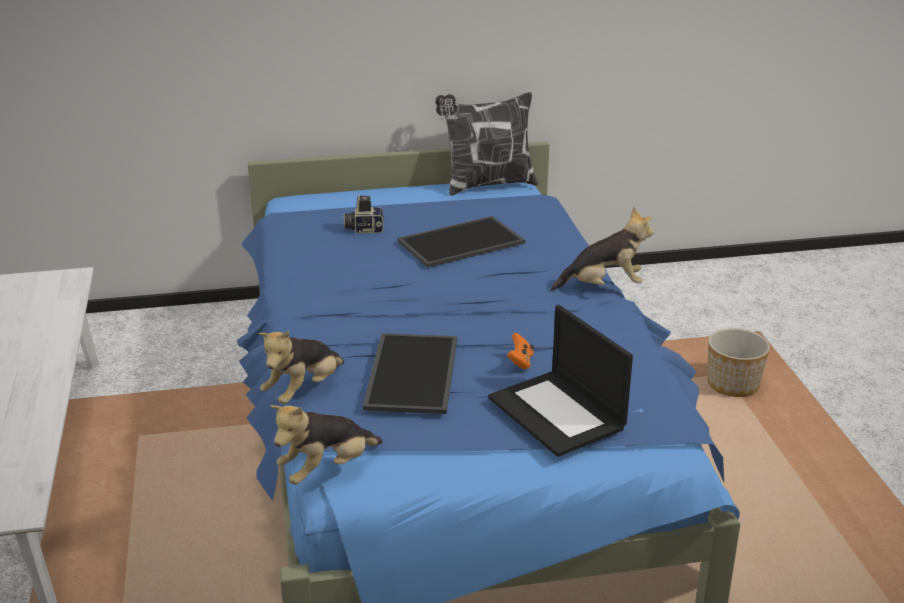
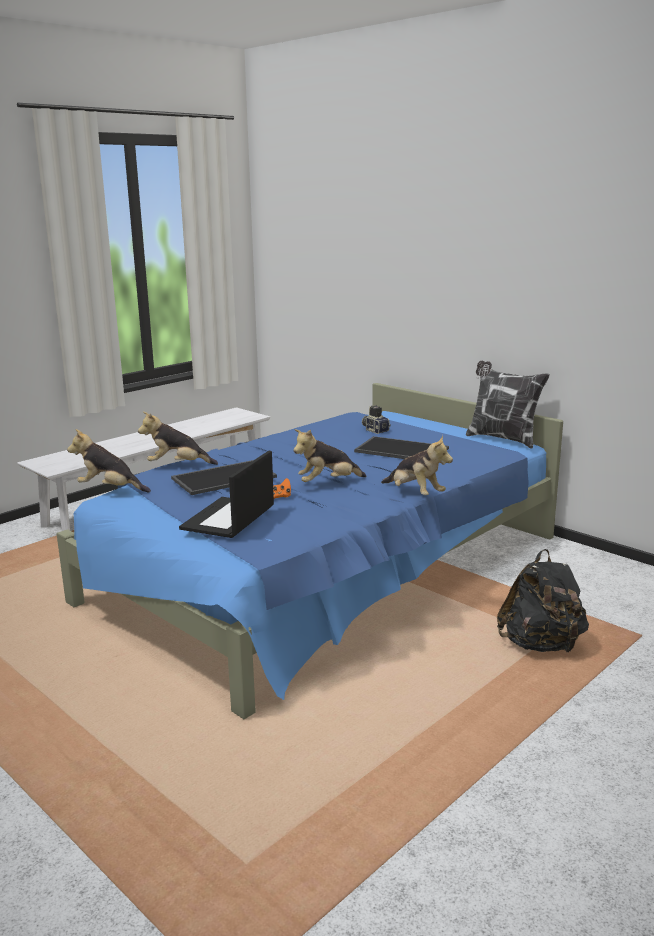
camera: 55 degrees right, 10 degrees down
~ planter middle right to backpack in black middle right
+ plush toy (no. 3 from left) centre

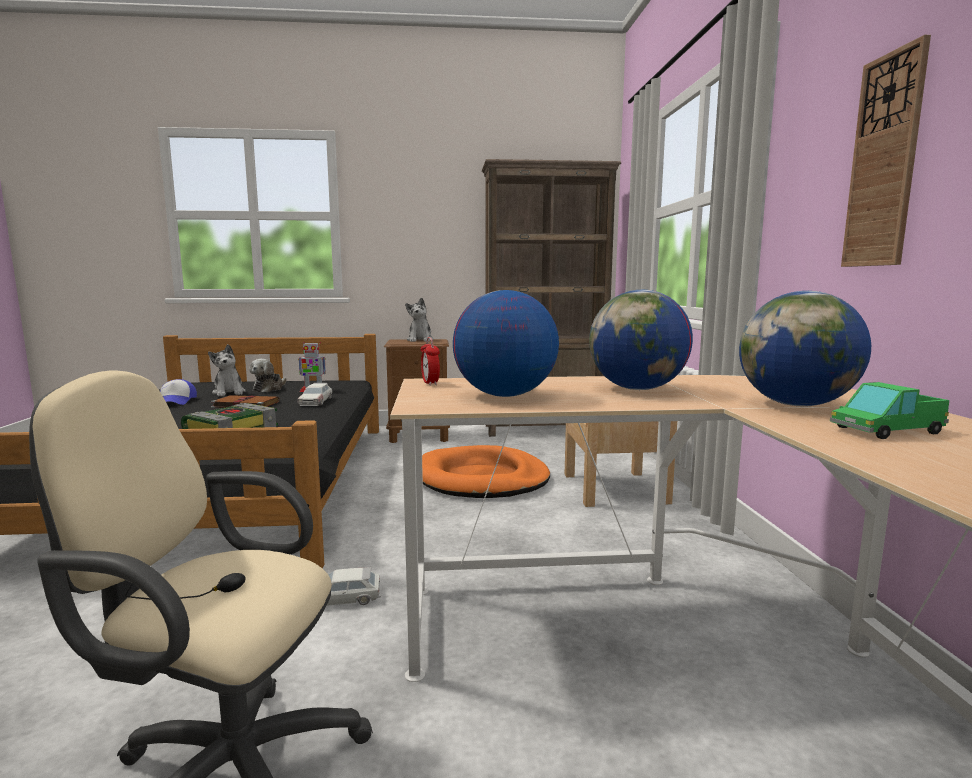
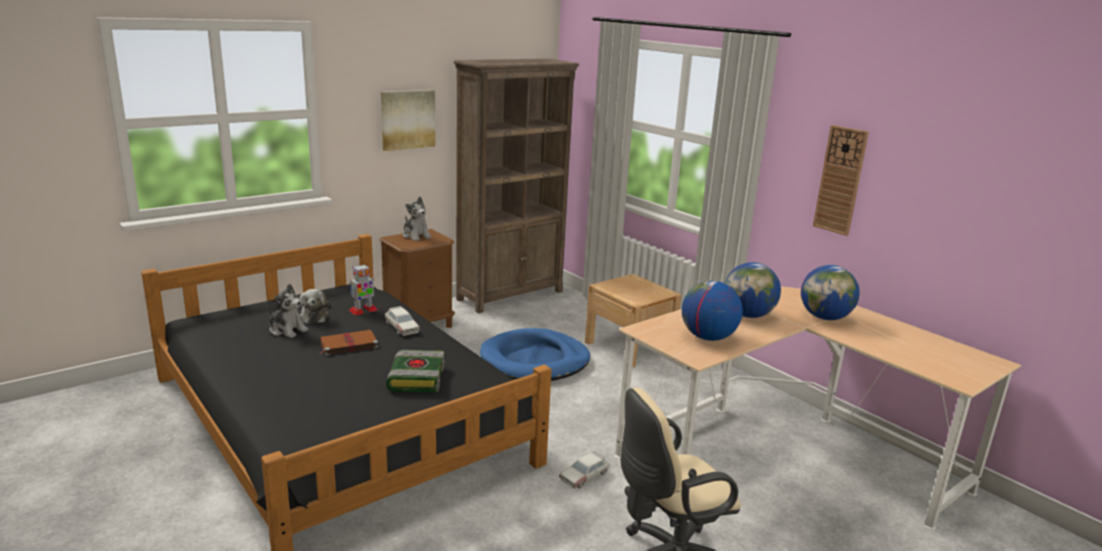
camera: 35 degrees left, 10 degrees up
- alarm clock centre
- cap middle left
- toy truck middle right
~ dog bed in orange centre to dog bed in blue centre
+ picture top centre

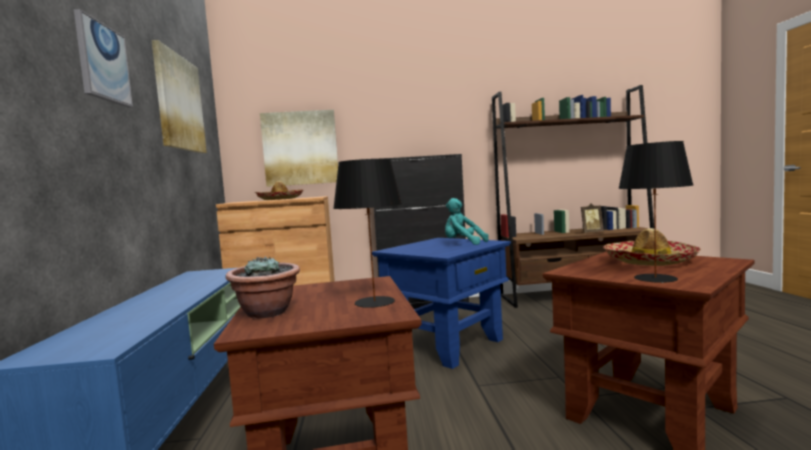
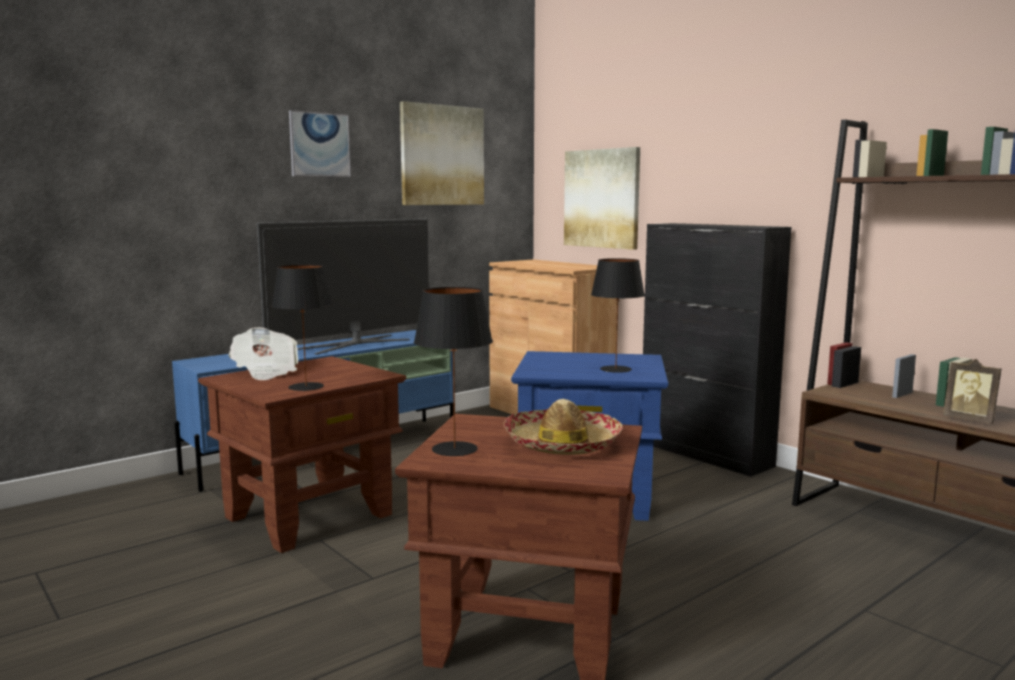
camera: 55 degrees right, 5 degrees up
- hat (no. 1 from left) centre
~ plush toy in turquoise centre to table lamp in black (no. 3 from left) centre
~ potted plant middle left to newspaper middle left
+ television centre

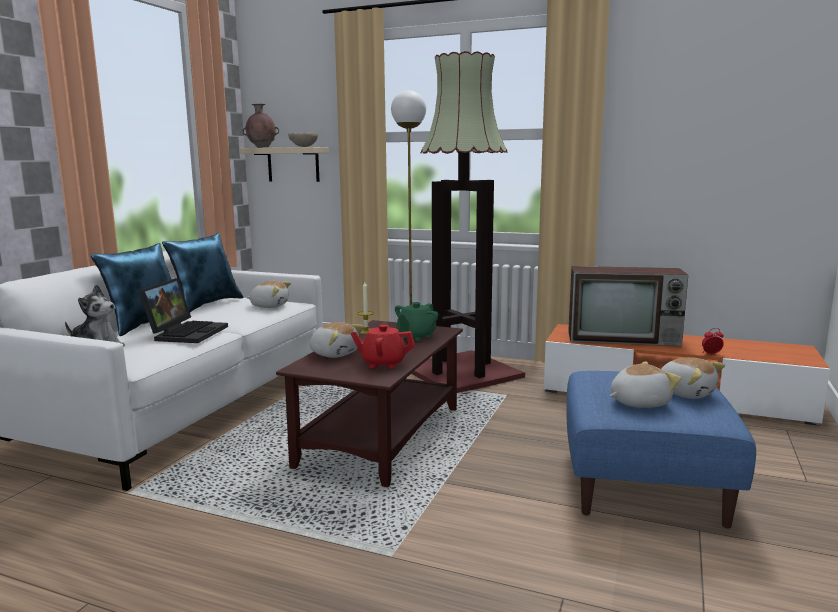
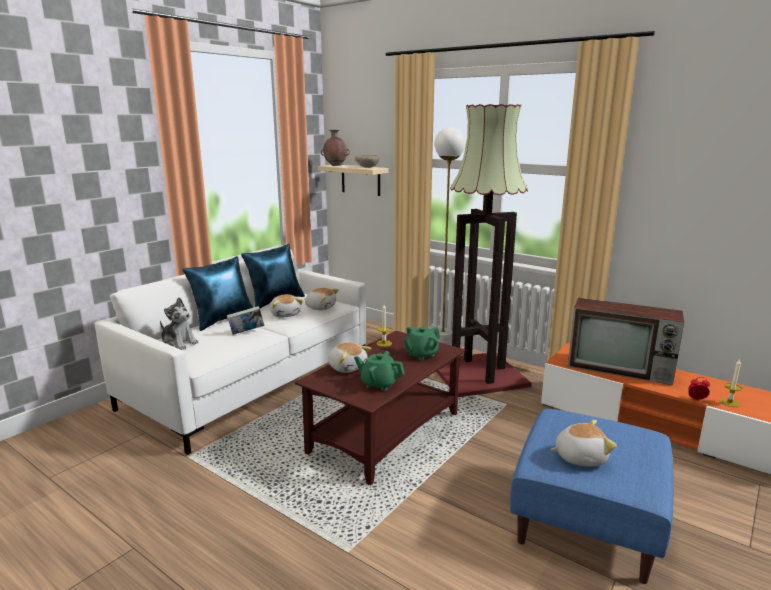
camera: 15 degrees right, 5 degrees up
~ laptop middle left to book middle left
~ teapot in red centre to teapot in green (no. 1 from left) centre
~ plush toy (no. 5 from left in the first image) middle right to plush toy (no. 2 from left) centre
+ candle (no. 2 from left) middle right

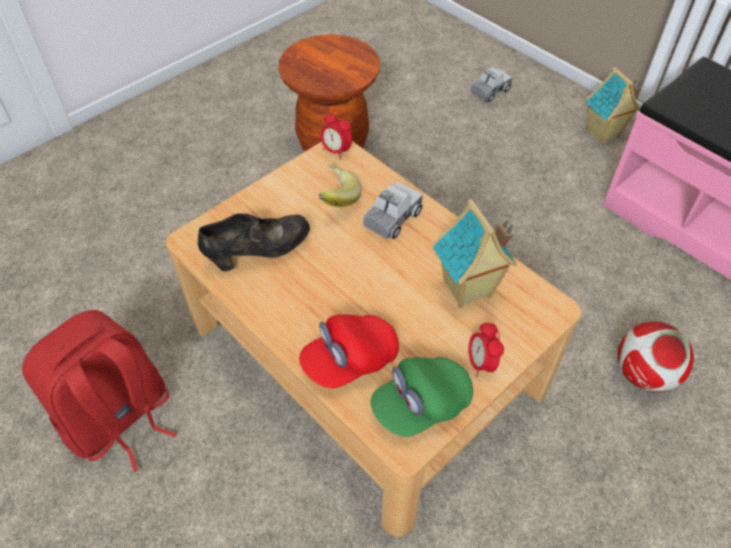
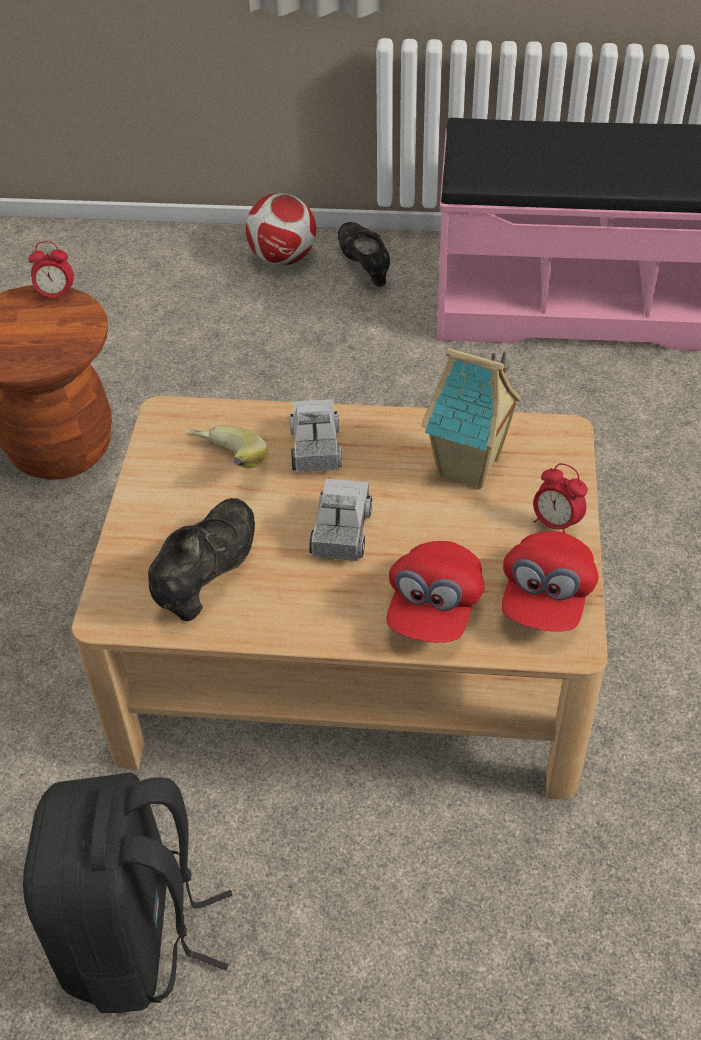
camera: 40 degrees left, 5 degrees down
~ toy truck (no. 2 from left) top right to centre
~ toy house (no. 2 from left) top right to shoe in black (no. 2 from left) top centre
~ alarm clock (no. 1 from left) top centre to top left
~ backpack in red bottom left to backpack in black bottom left
~ football middle right to top centre
~ cap in green bottom centre to cap in red (no. 2 from left) middle right

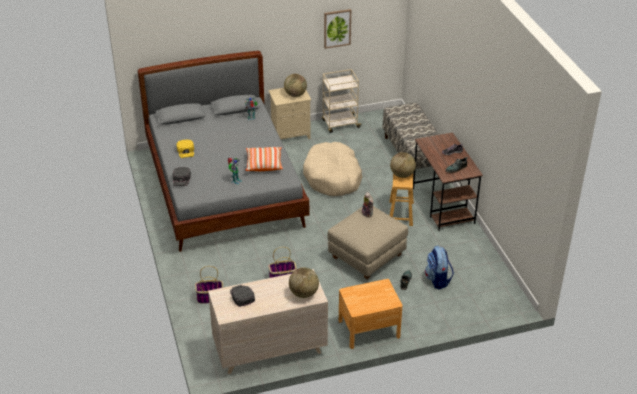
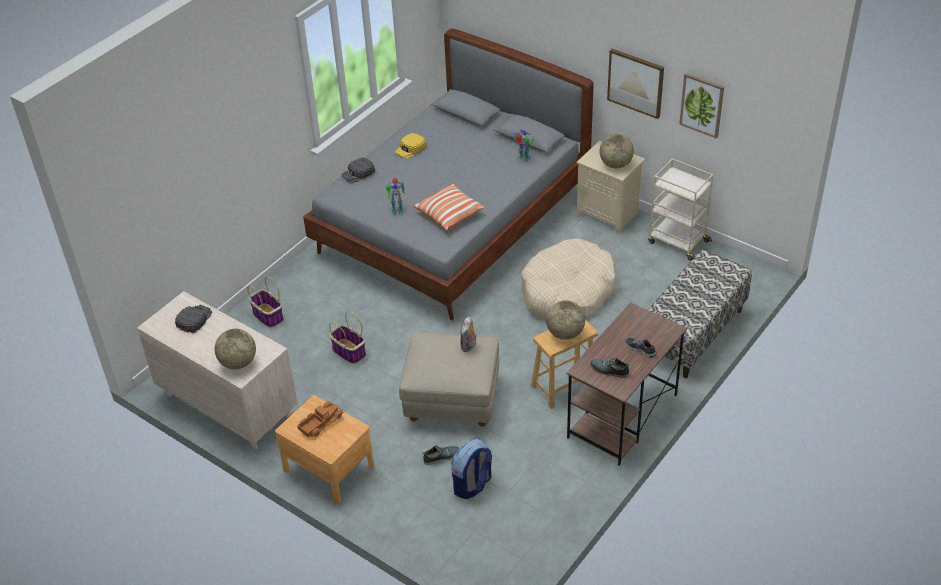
camera: 55 degrees right, 5 degrees up
+ picture (no. 1 from left) top right
+ toy truck bottom centre

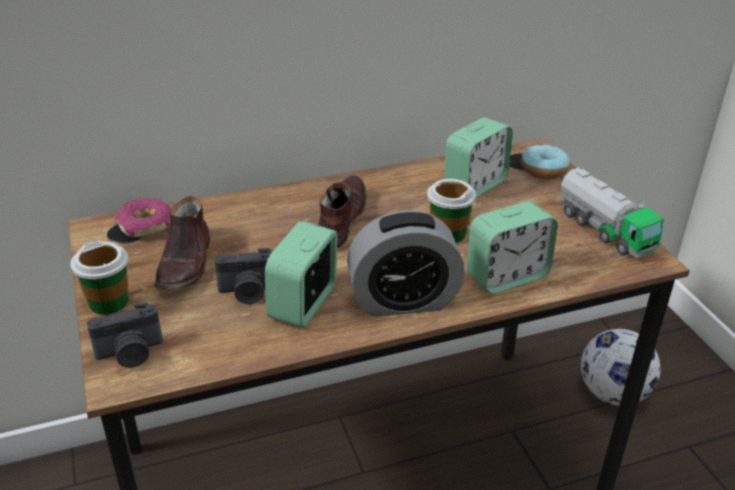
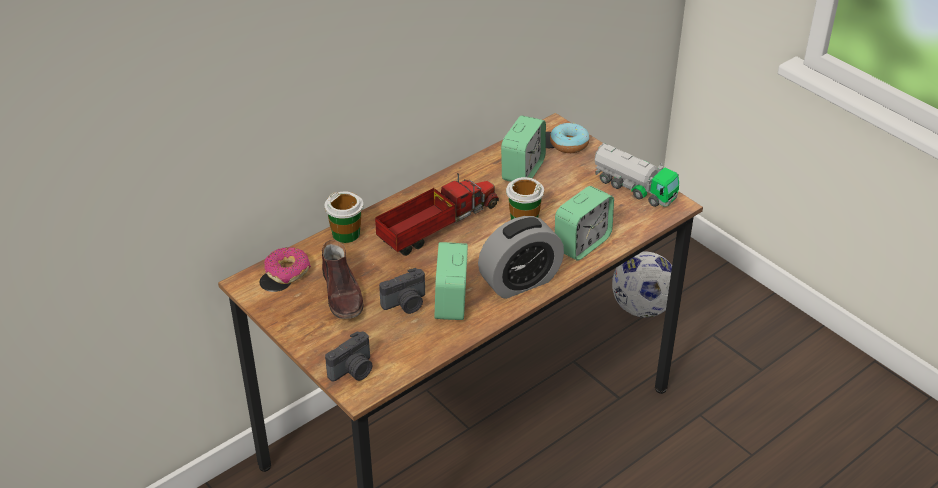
camera: 20 degrees left, 5 degrees up
~ shoe in brown (no. 2 from left) centre to toy truck (no. 1 from left) centre
~ cup (no. 1 from left) middle left to centre

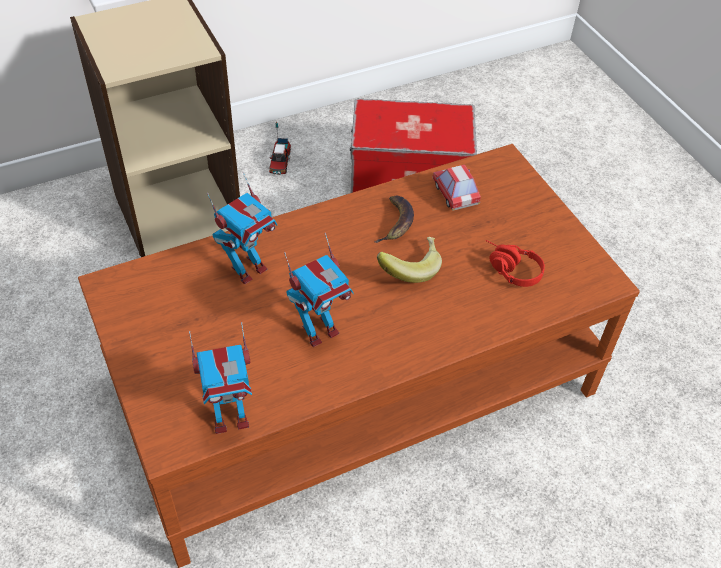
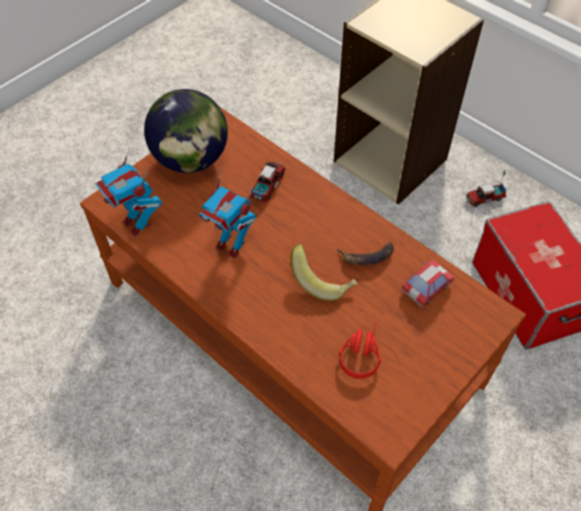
camera: 70 degrees right, 5 degrees up
~ toy robot (no. 2 from left) centre to toy truck (no. 1 from left) centre
+ globe top left

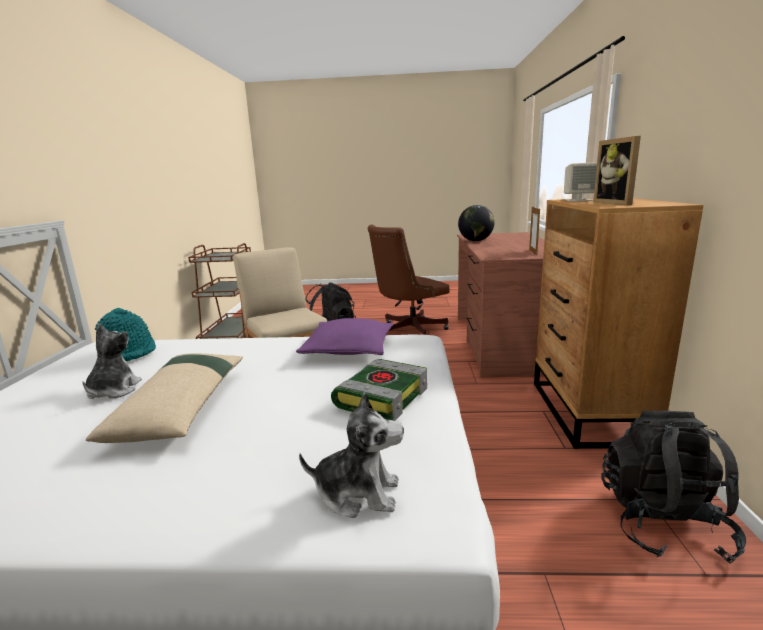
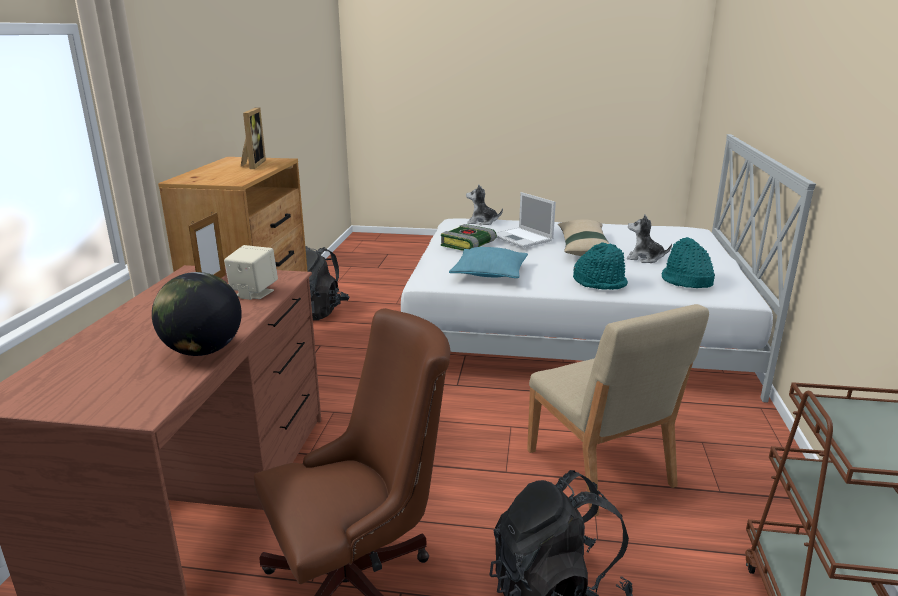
camera: 175 degrees left, 5 degrees up
~ speaker in beige top right to middle left
~ pillow in purple centre to pillow in turquoise centre
~ plush toy (no. 1 from left in the first image) middle left = middle right 105 degrees clockwise
+ laptop centre
+ hat in turquoise (no. 1 from left) middle right

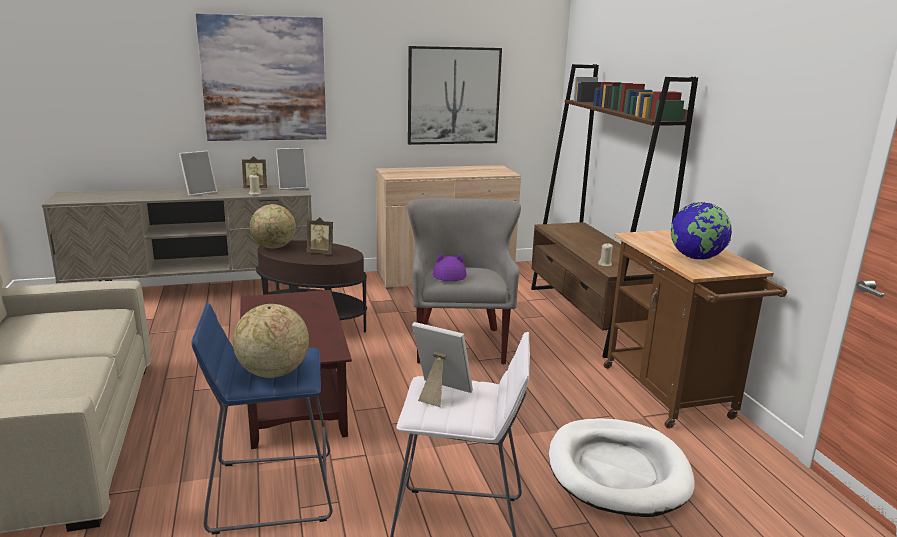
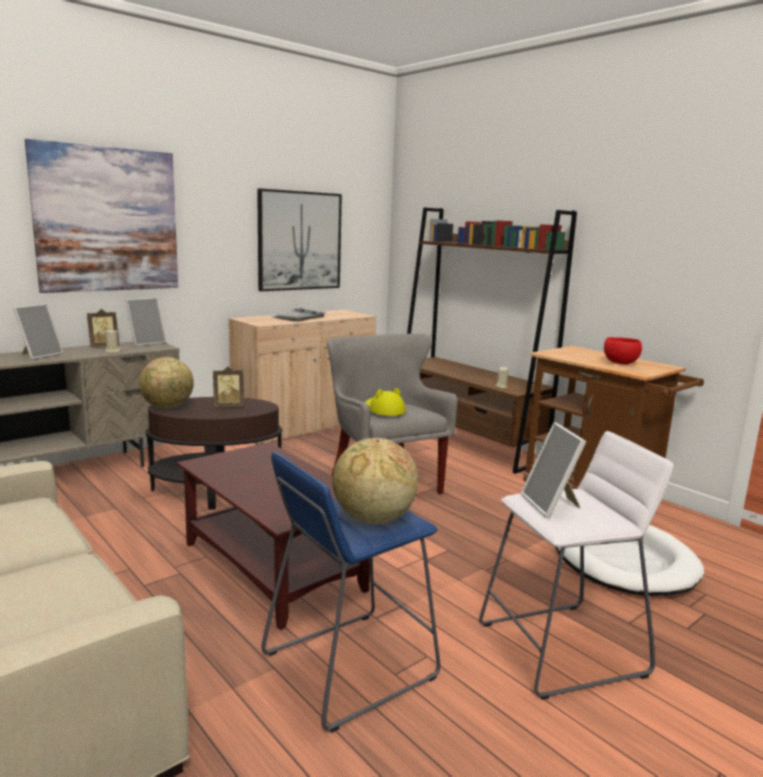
camera: 25 degrees left, 5 degrees down
~ globe (no. 3 from left) middle right to bowl in red middle right
~ hat in purple centre to hat in yellow centre
~ picture frame (no. 5 from left) bottom centre = middle right 105 degrees counterclockwise
+ tray in grey centre

